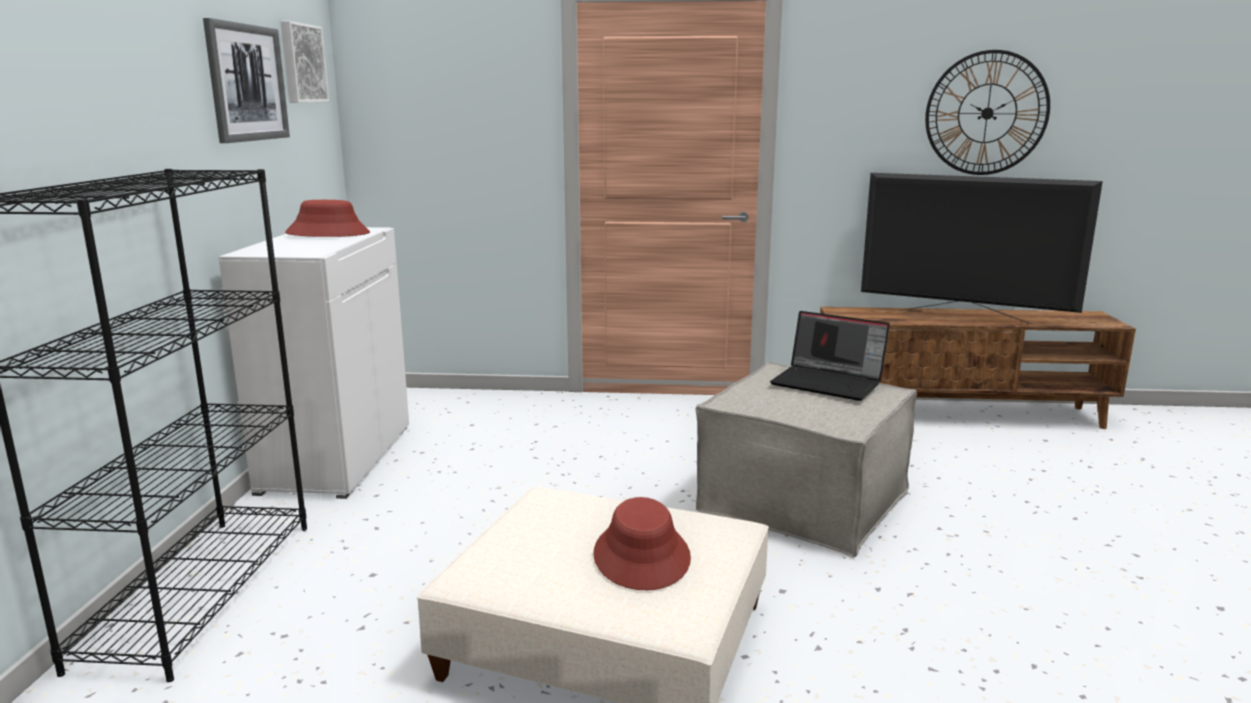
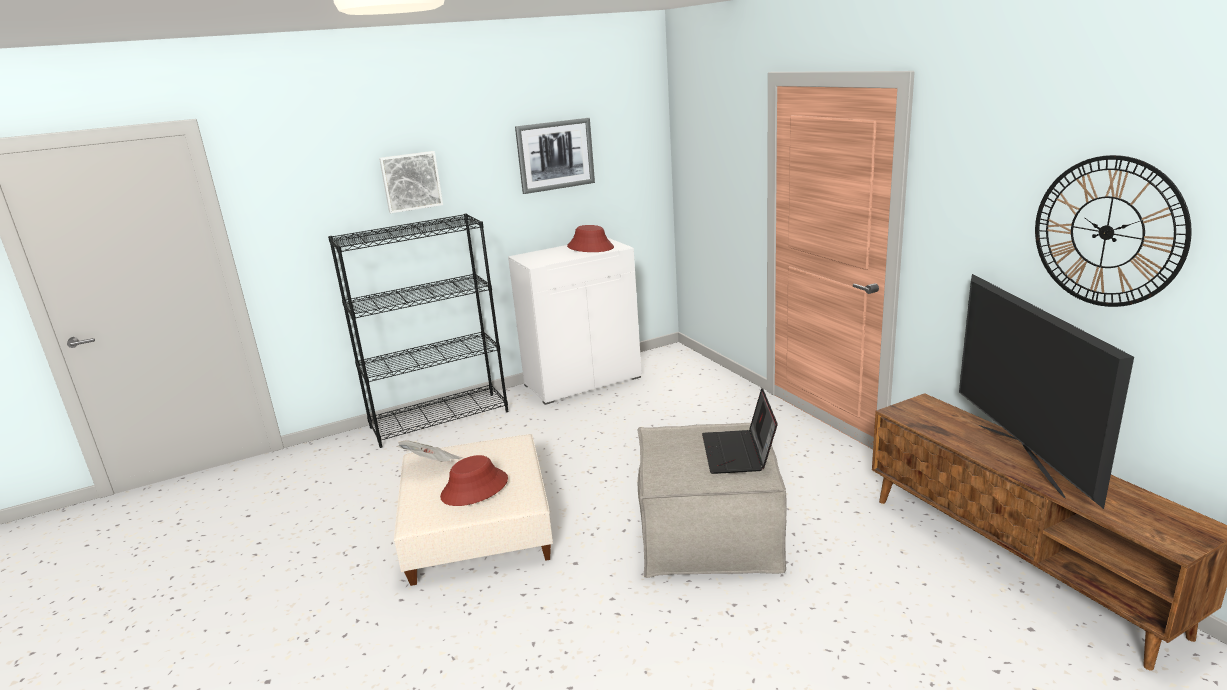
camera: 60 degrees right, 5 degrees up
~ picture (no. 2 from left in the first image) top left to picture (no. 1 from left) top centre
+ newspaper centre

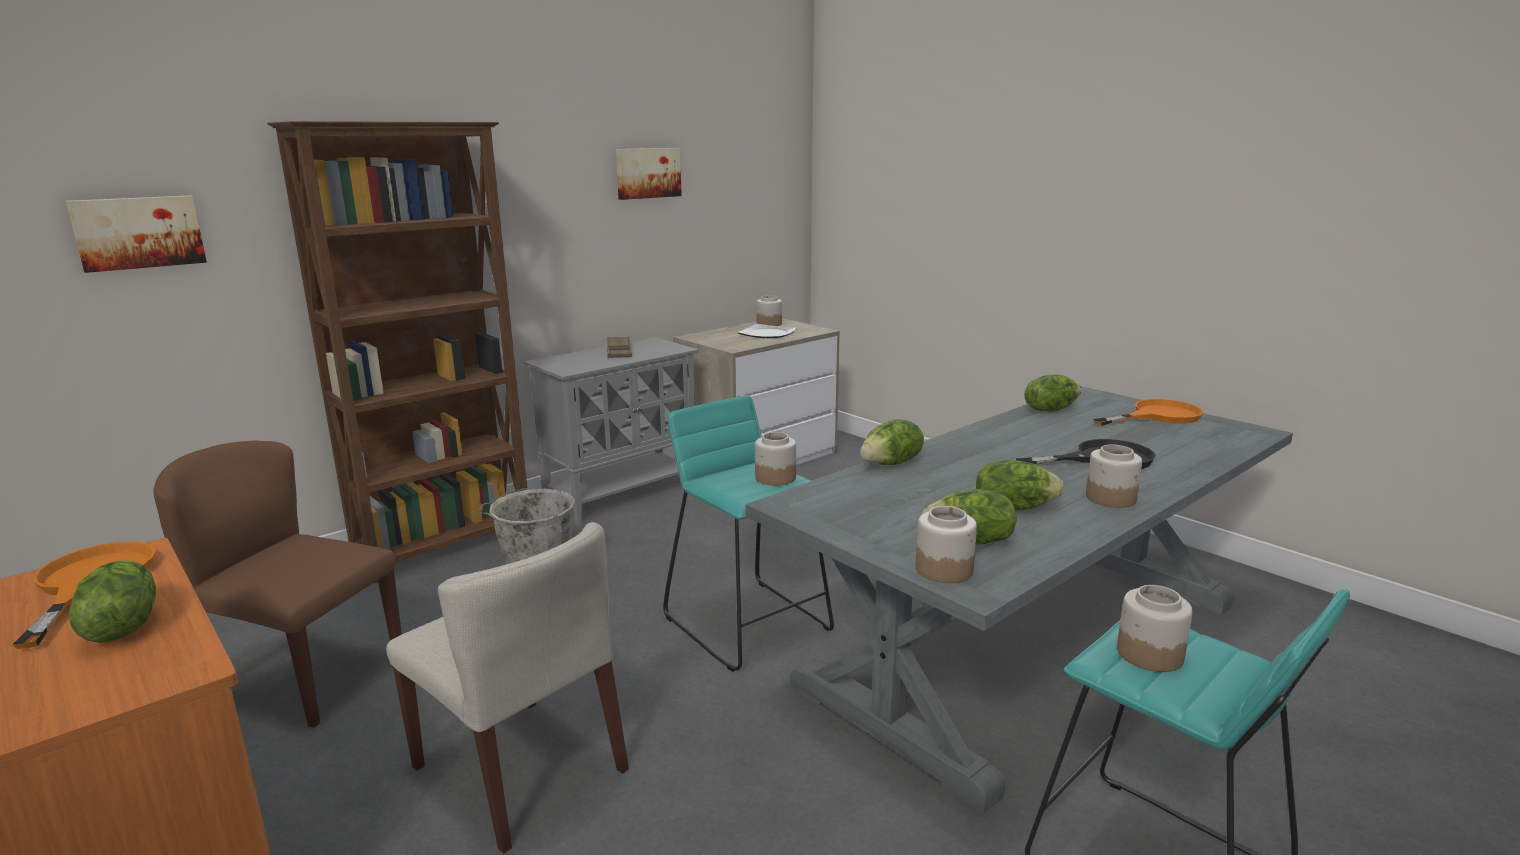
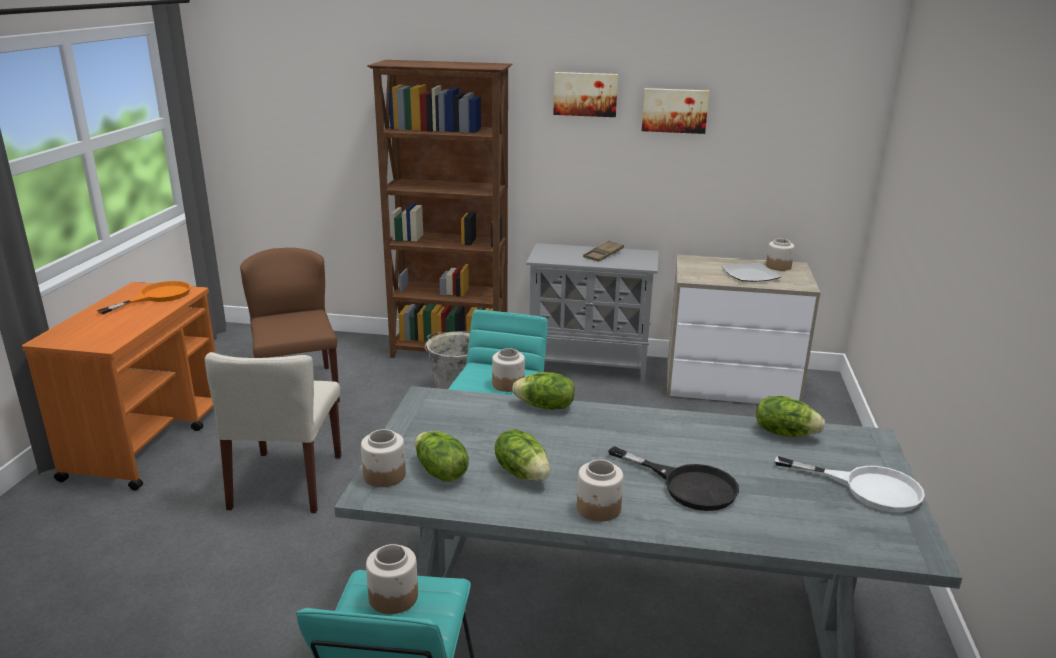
camera: 50 degrees right, 5 degrees up
~ picture (no. 1 from left) top left to top centre
~ frying pan in orange (no. 2 from left) middle right to frying pan in white bottom right
- lettuce (no. 1 from left) bottom left

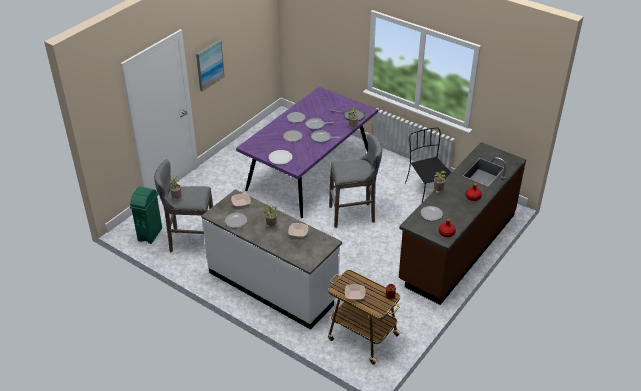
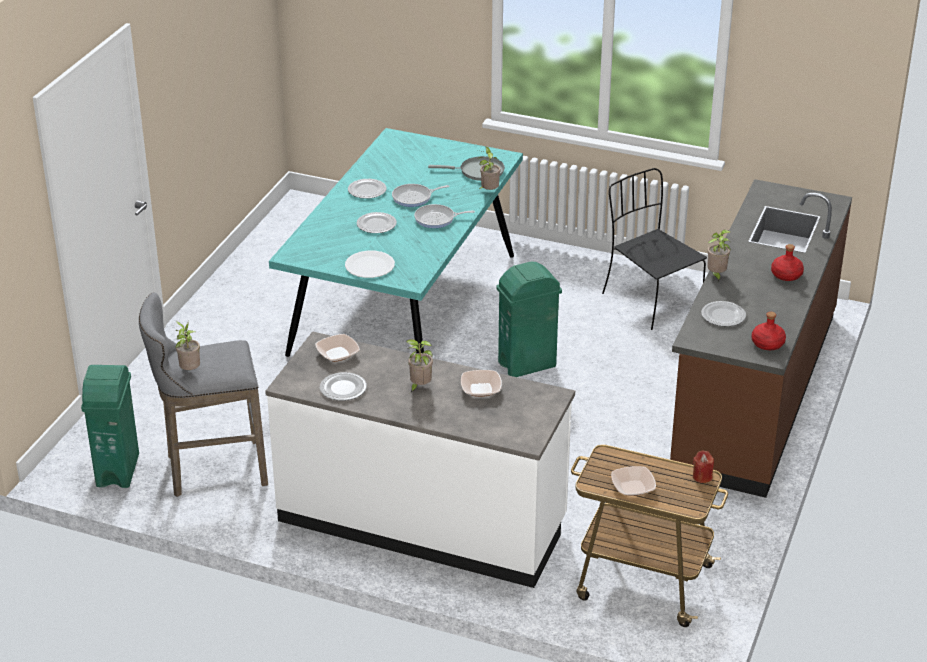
camera: 15 degrees left, 5 degrees down
- picture top left
~ dining table in purple centre to dining table in turquoise centre
~ stool in grey (no. 2 from left) centre to trash can in green (no. 2 from left) centre

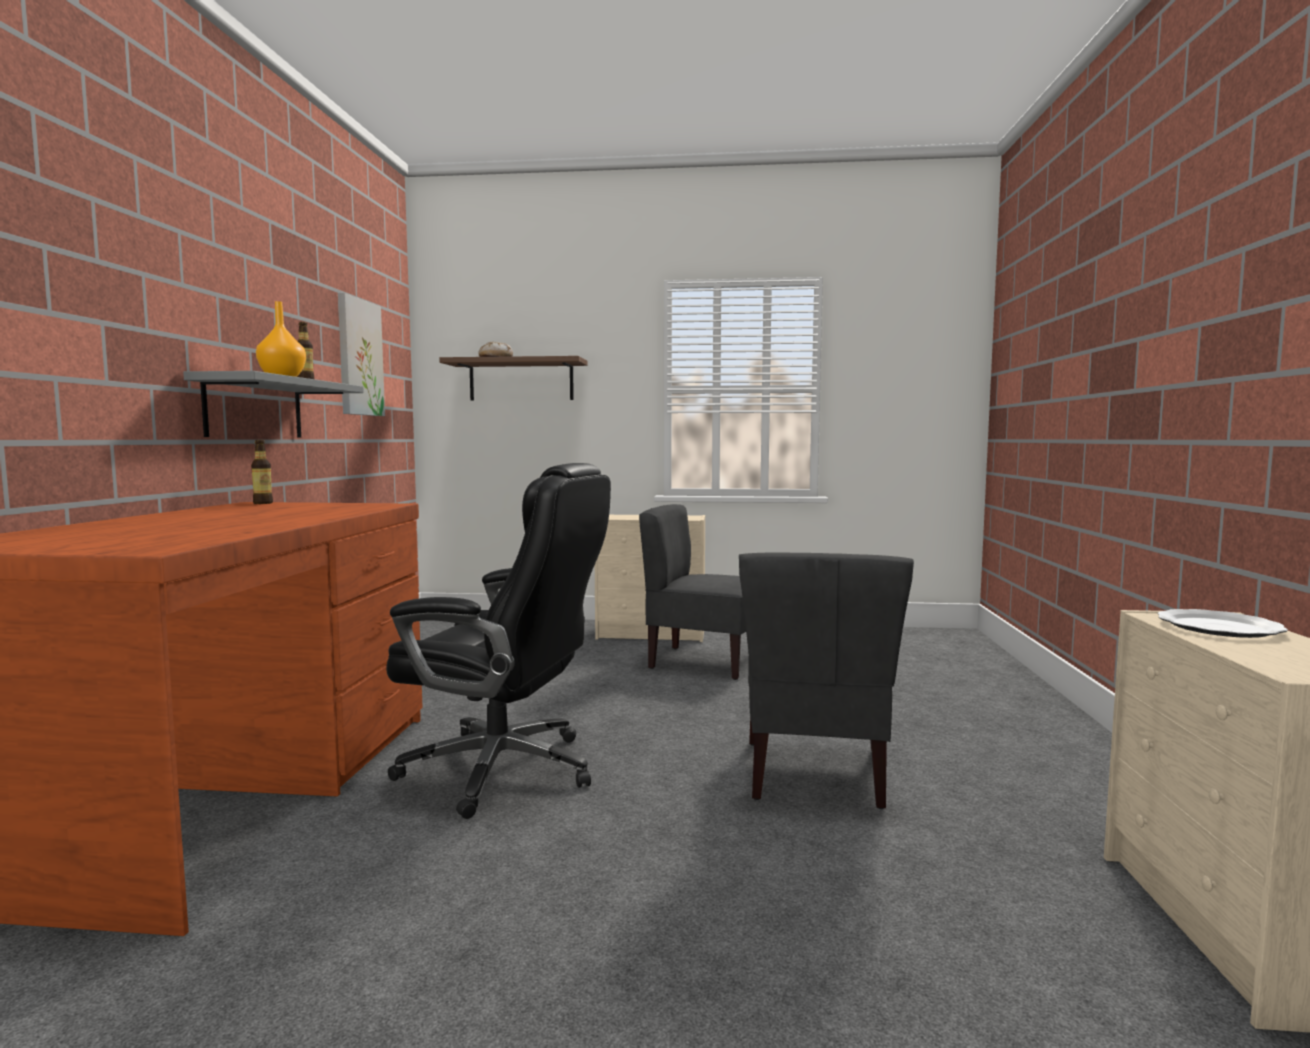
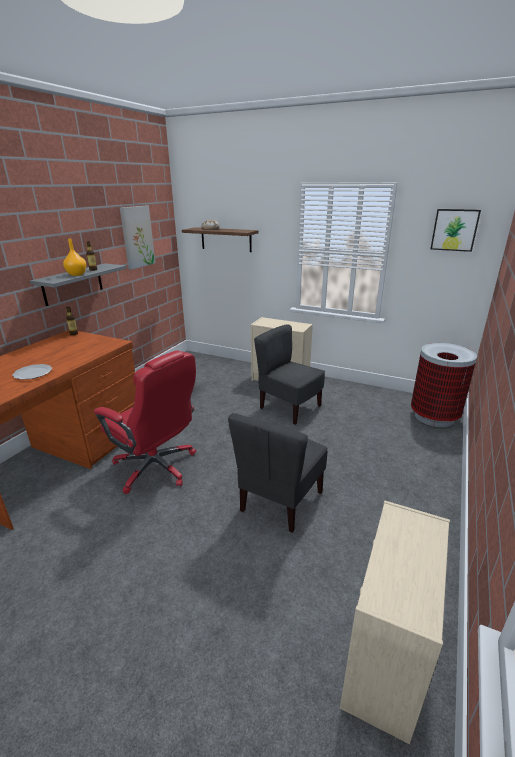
camera: 20 degrees right, 20 degrees up
~ office chair in black centre to office chair in red middle left
~ plate middle right to middle left
+ picture (no. 2 from left) top right
+ trash can middle right

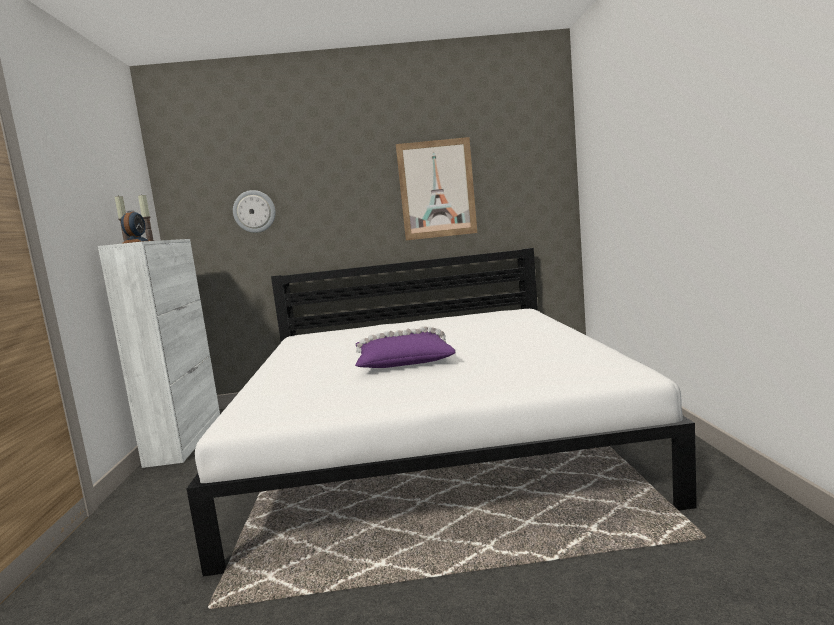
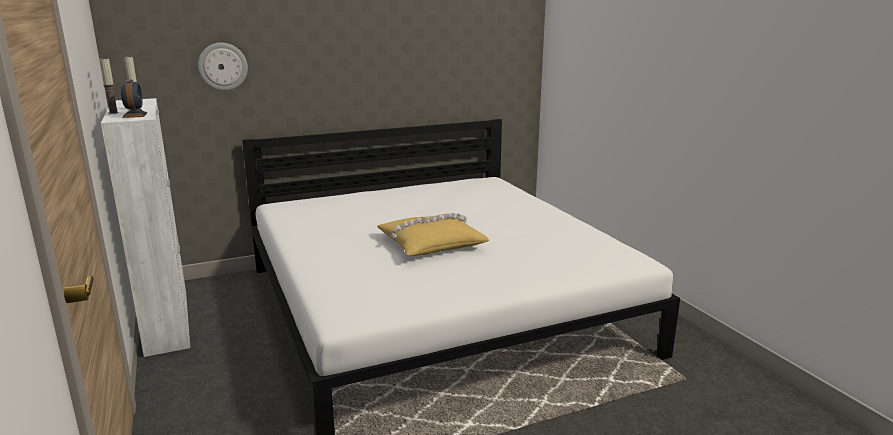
camera: 20 degrees left, 10 degrees up
- picture top centre
~ pillow in purple centre to pillow in yellow centre

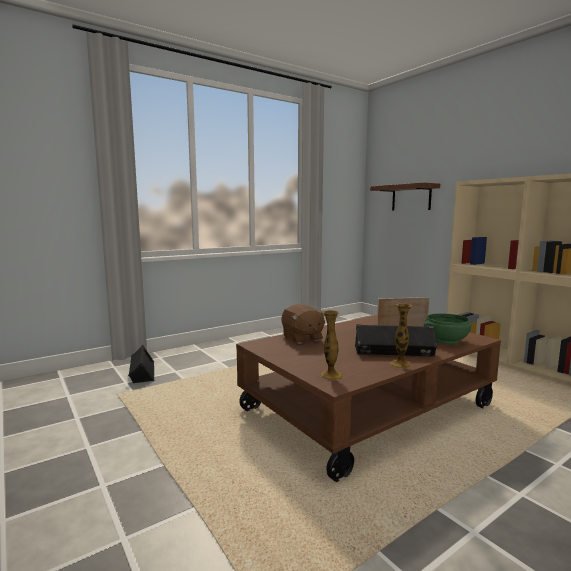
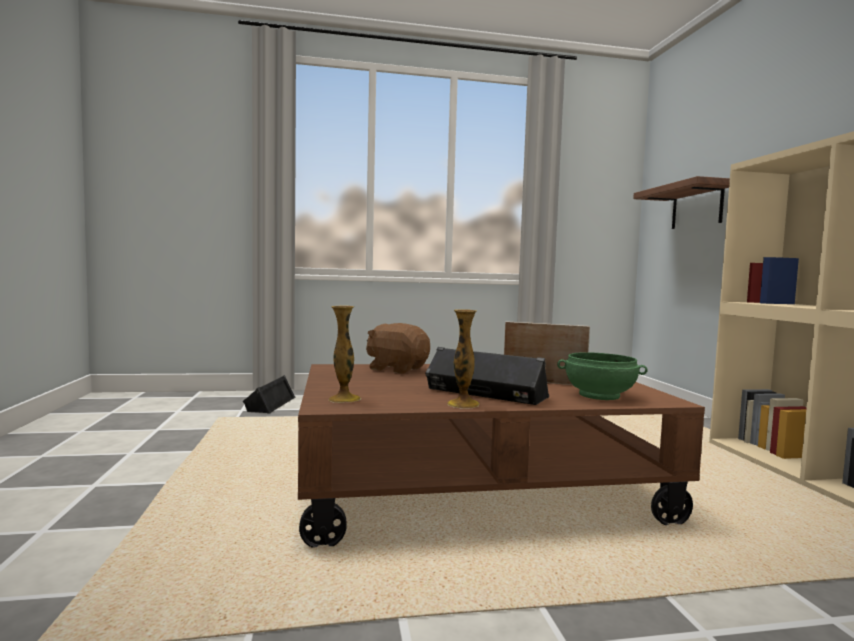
camera: 25 degrees right, 5 degrees down
~ plush toy in brown centre = centre 120 degrees clockwise

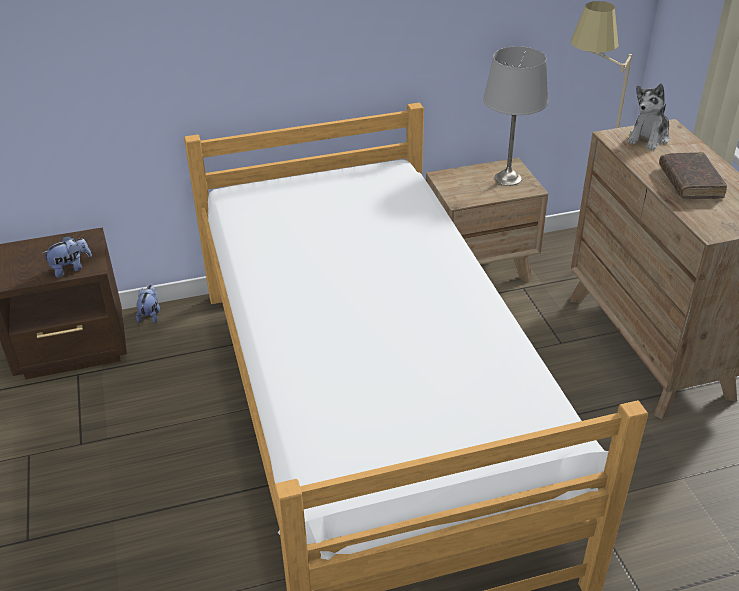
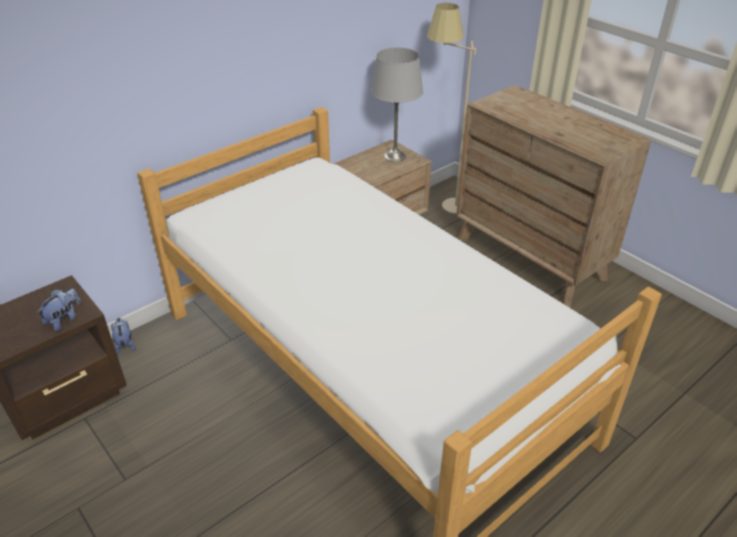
camera: 25 degrees left, 0 degrees up
- plush toy (no. 3 from left) top right
- book in brown top right

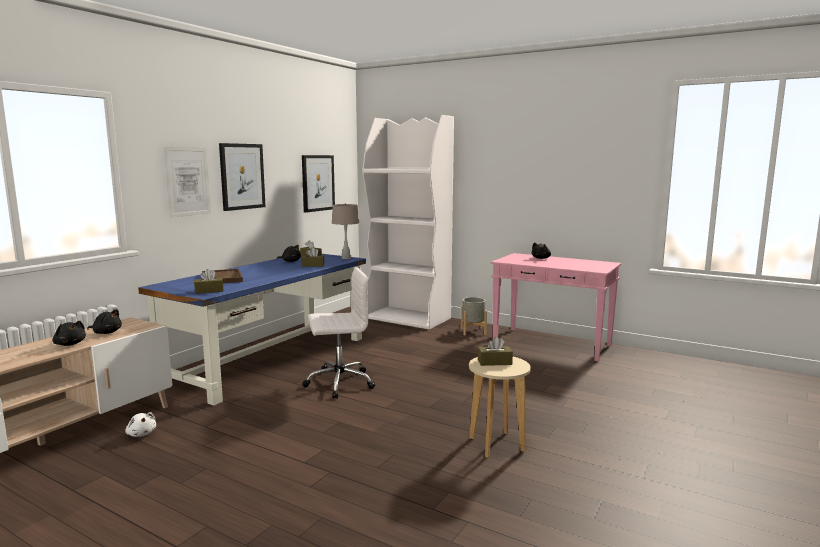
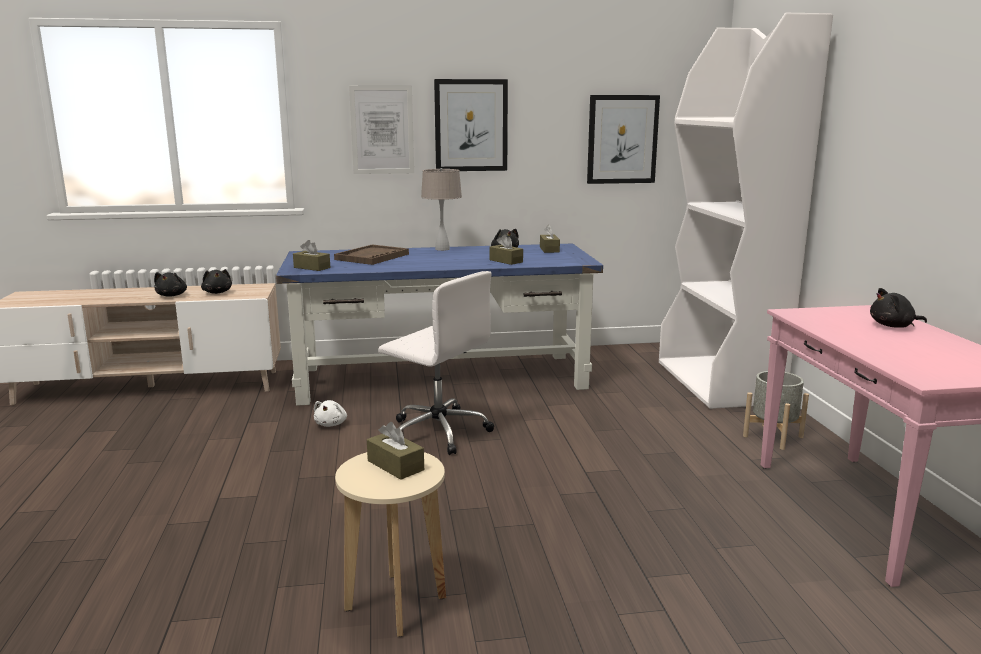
camera: 50 degrees right, 5 degrees up
~ table lamp in beige centre to top centre
~ plush toy in white bottom left to centre

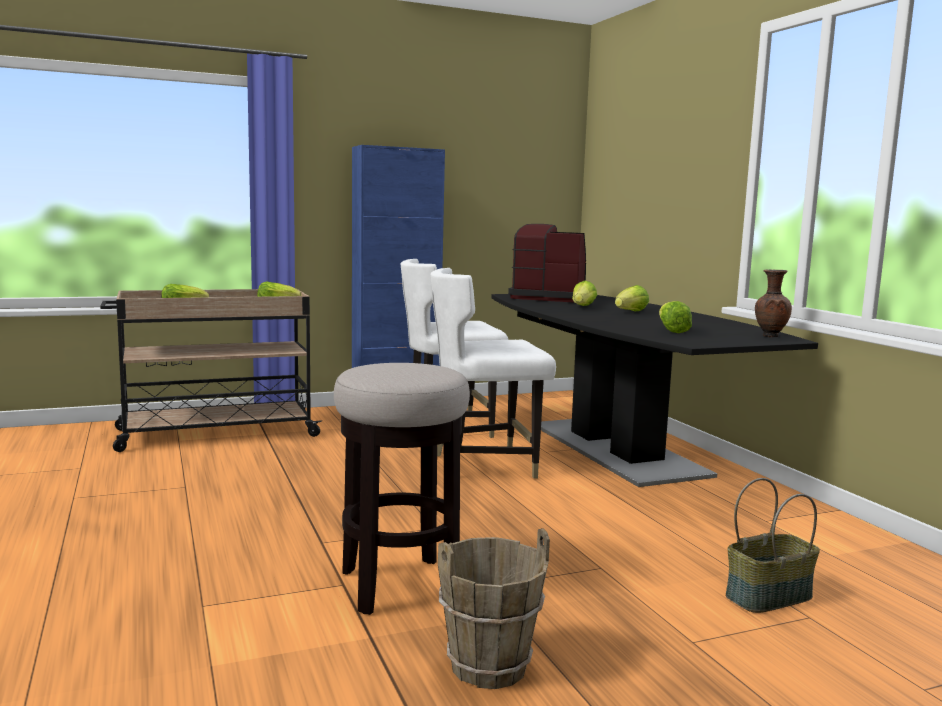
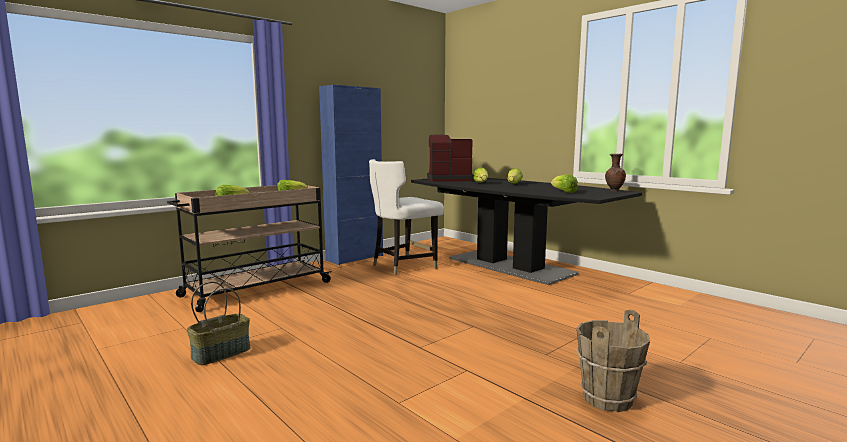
camera: 20 degrees left, 0 degrees up
- chair in white (no. 2 from left) centre
- stool bottom centre
~ basket bottom right to bottom left

